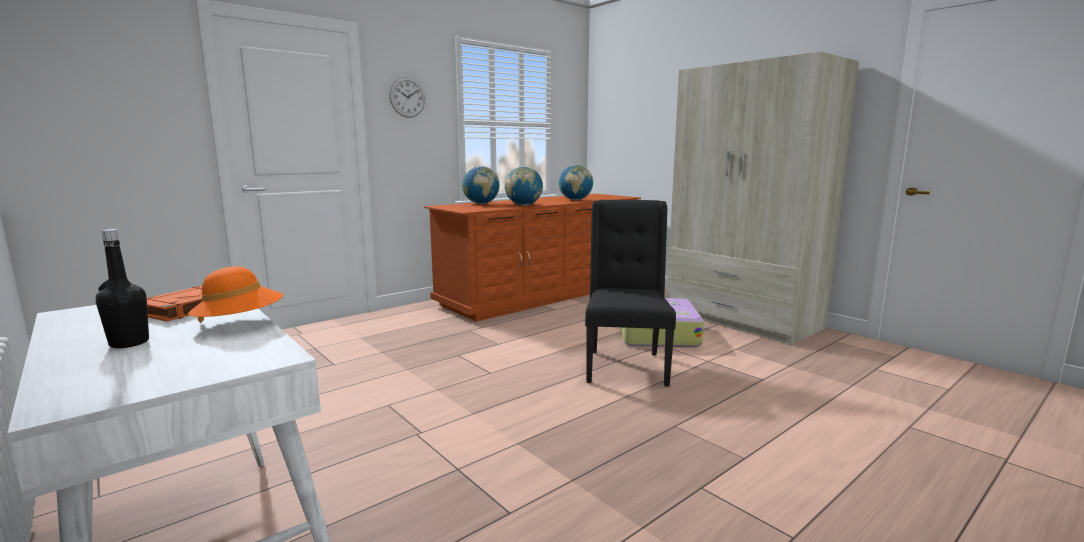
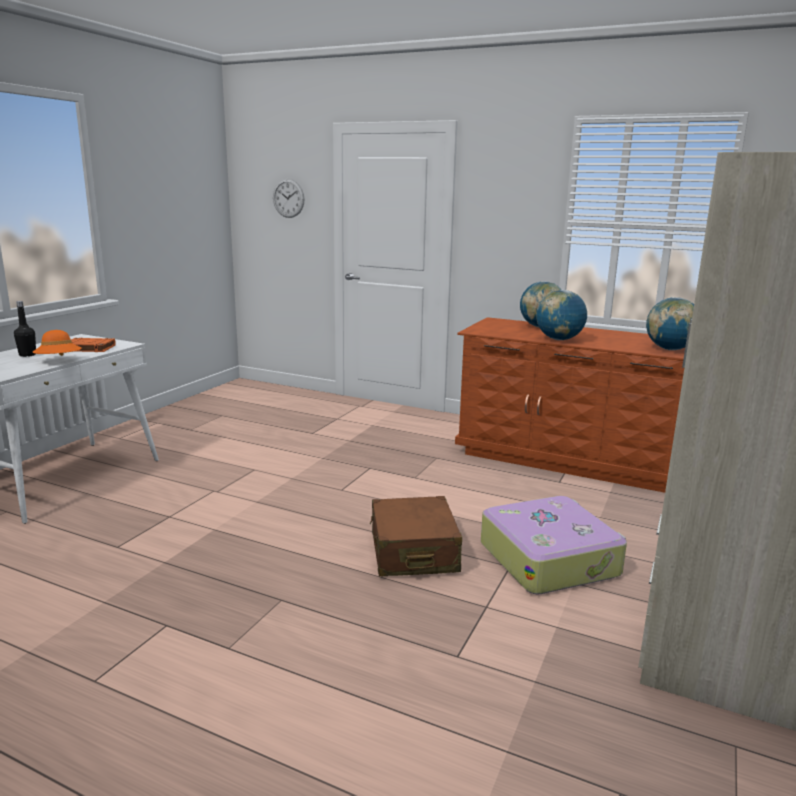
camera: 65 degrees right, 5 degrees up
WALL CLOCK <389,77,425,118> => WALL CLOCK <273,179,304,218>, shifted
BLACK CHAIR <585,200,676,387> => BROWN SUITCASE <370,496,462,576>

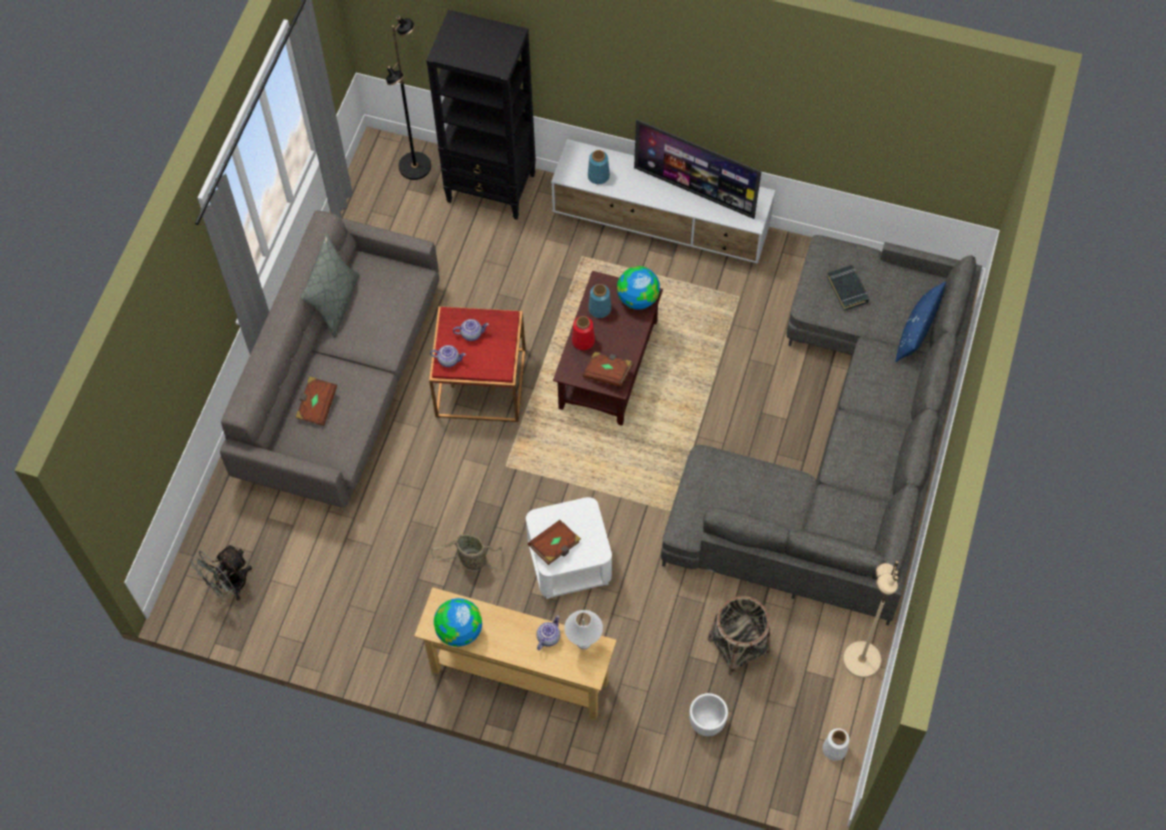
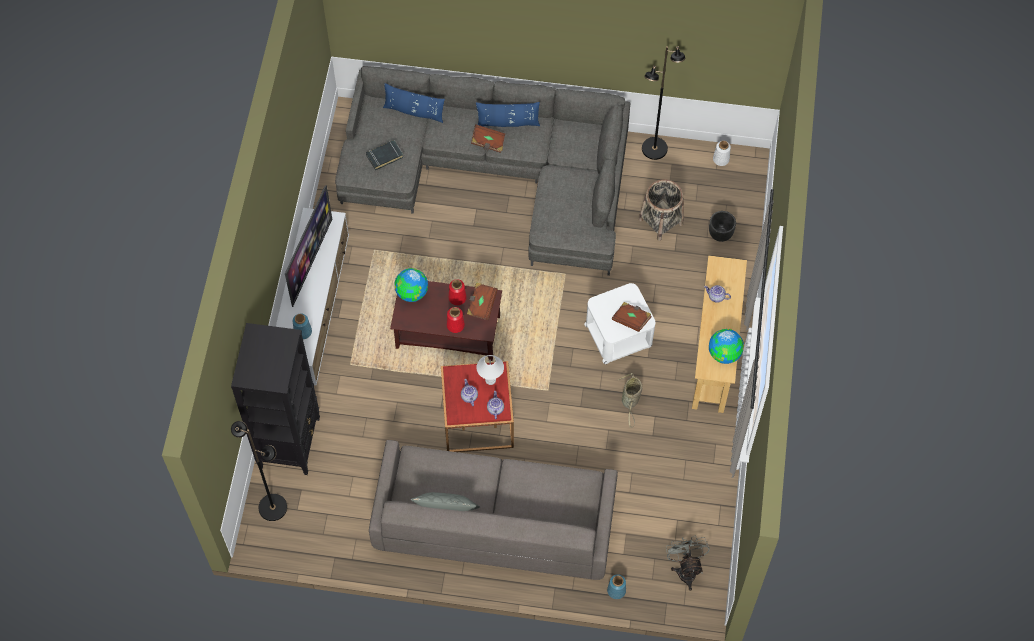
camera: 100 degrees left, 0 degrees up
GREY FAN <190,545,252,601> => GREY FAN <666,536,710,591>, 135 degrees counterclockwise
BROWN BOOK <295,376,337,426> => BROWN BOOK <471,124,505,153>, shifted
WHITE TABLE LAMP <564,610,603,649> => WHITE TABLE LAMP <476,355,504,385>, shifted
BLUE VASE <589,284,611,318> => BLUE VASE <607,574,626,599>, shifted
WHITE PLANTER <689,693,728,736> => BLACK PLANTER <709,211,736,242>
BEIGE FLOOR LAMP <843,561,899,678> => BLACK FLOOR LAMP <642,46,685,160>
nothing => RED VASE <449,279,467,305>
nothing => BLUE PILLOW <476,102,540,127>

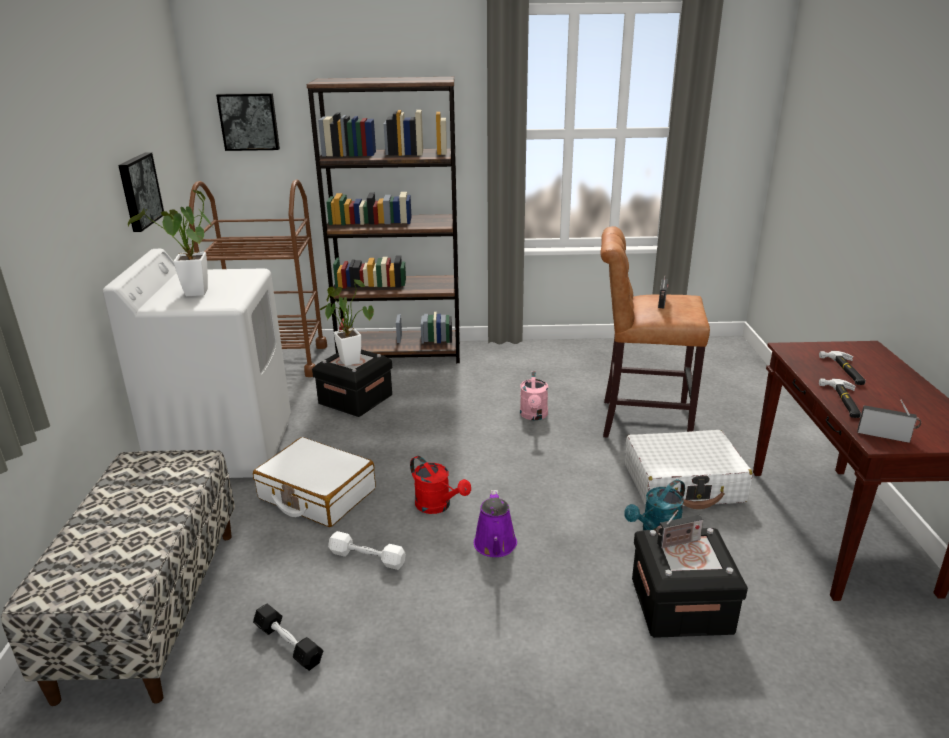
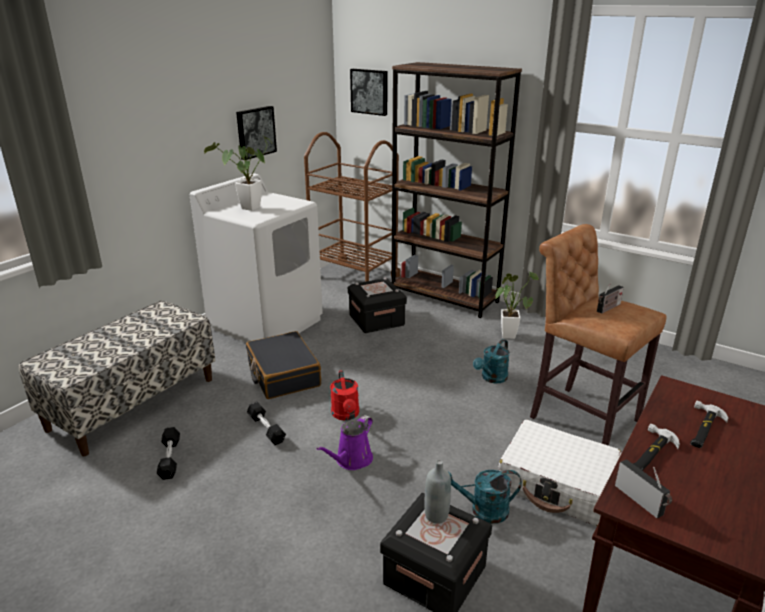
camera: 35 degrees right, 0 degrees up
WHITE SUITCASE <253,437,376,527> => BLACK SUITCASE <246,331,321,399>
POTTED PLANT <320,278,374,366> => POTTED PLANT <495,271,539,339>, shifted
WHITE DUMBBELL <328,531,406,570> => BLACK DUMBBELL <247,402,286,445>
PINK WATERING CAN <520,371,548,420> => TURQUOISE WATERING CAN <473,339,510,384>
RADIO <656,510,703,548> => GREY BOTTLE <424,460,451,524>

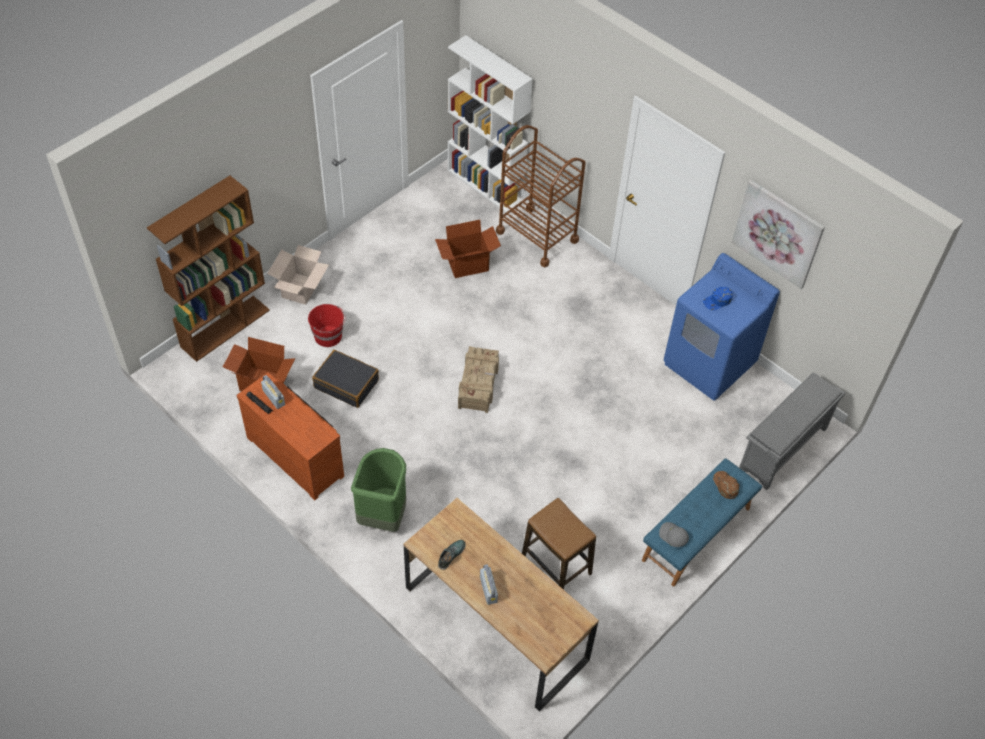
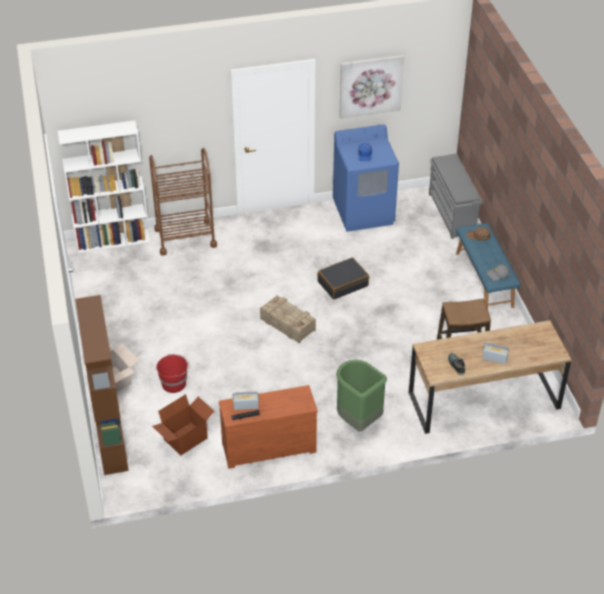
camera: 55 degrees left, 10 degrees down
BLACK SUITCASE <312,350,379,408> => BLACK SUITCASE <317,257,369,300>, shifted
CARDBOARD BOX <435,220,501,278> => nothing

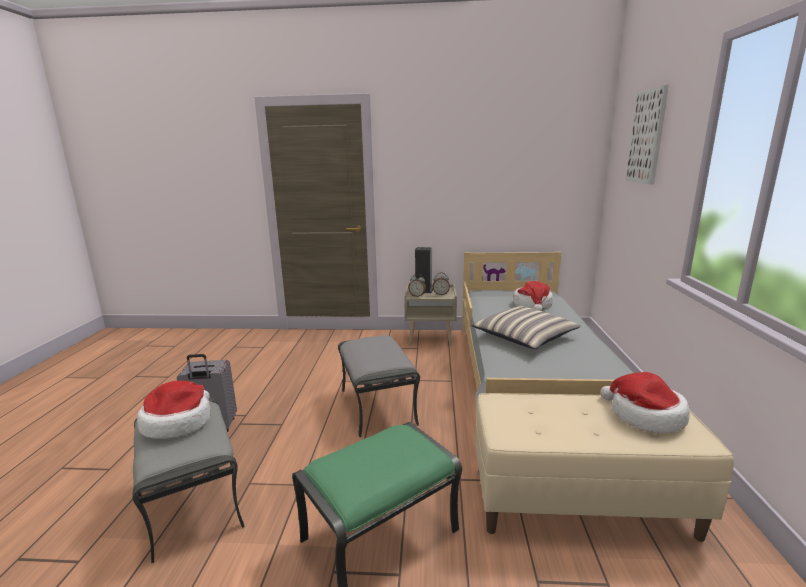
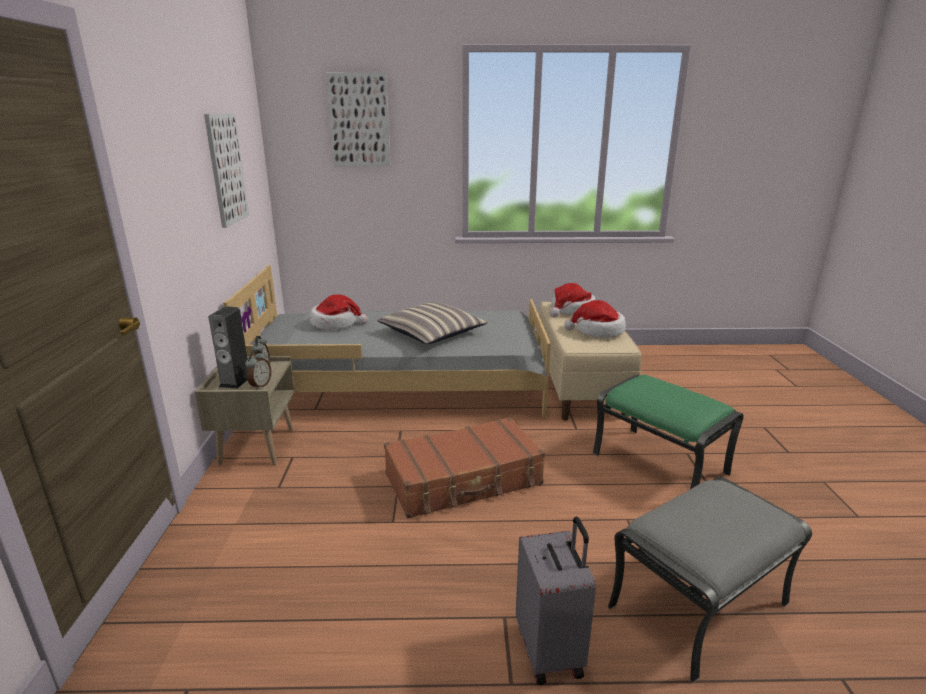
camera: 95 degrees left, 5 degrees up
HAT <137,381,211,439> => HAT <564,300,626,338>, shifted
GREY OTTOMAN <338,335,420,438> => BROWN SUITCASE <384,417,545,518>
nothing => PICTURE <204,114,249,228>

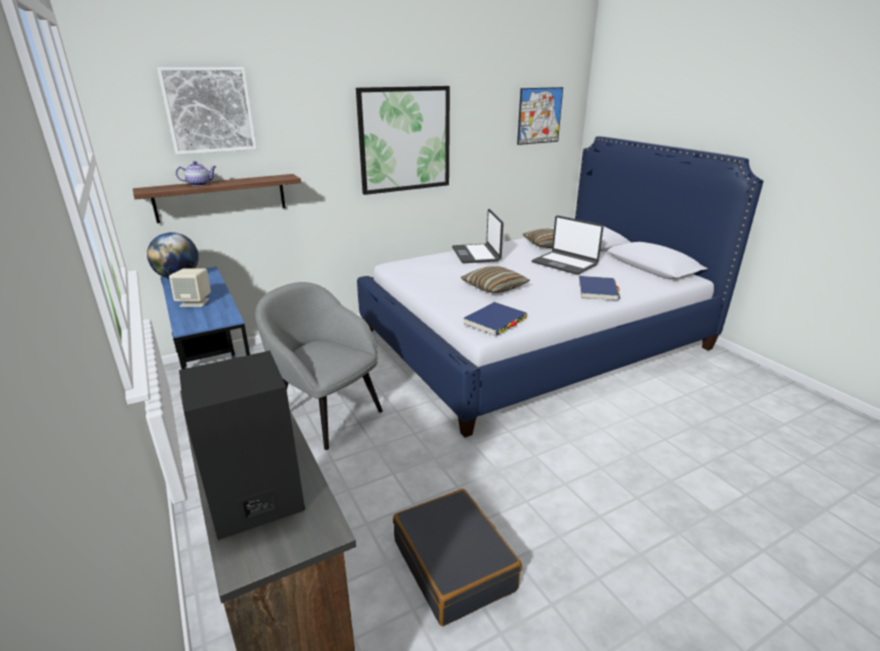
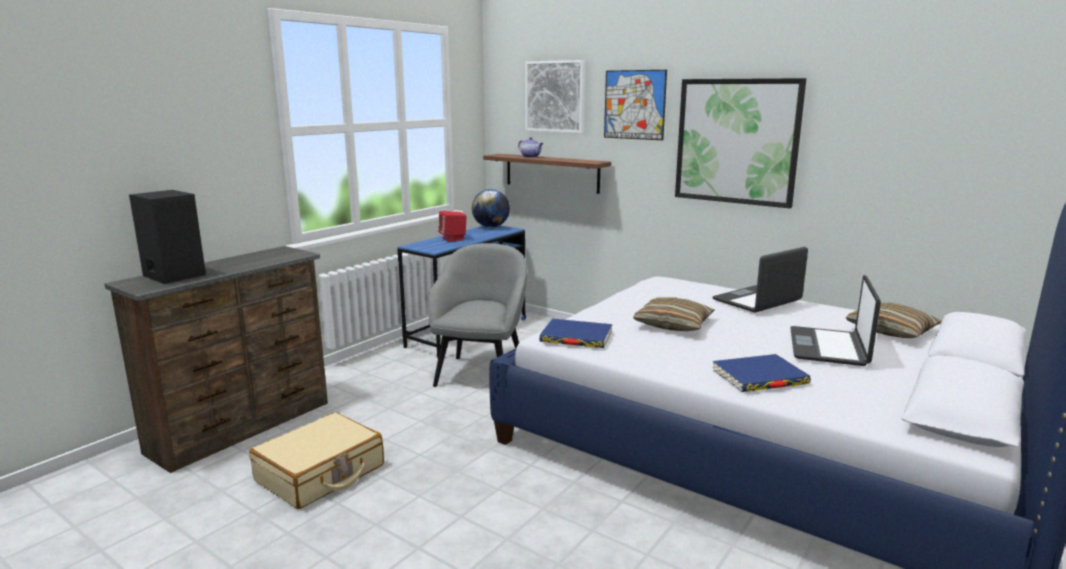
camera: 65 degrees right, 10 degrees down
BEIGE SPEAKER <169,269,211,307> => RED SPEAKER <438,211,467,242>
BLACK SUITCASE <393,489,522,626> => BEIGE SUITCASE <249,412,384,509>
PICTURE <517,87,563,145> => PICTURE <604,70,667,140>, shifted

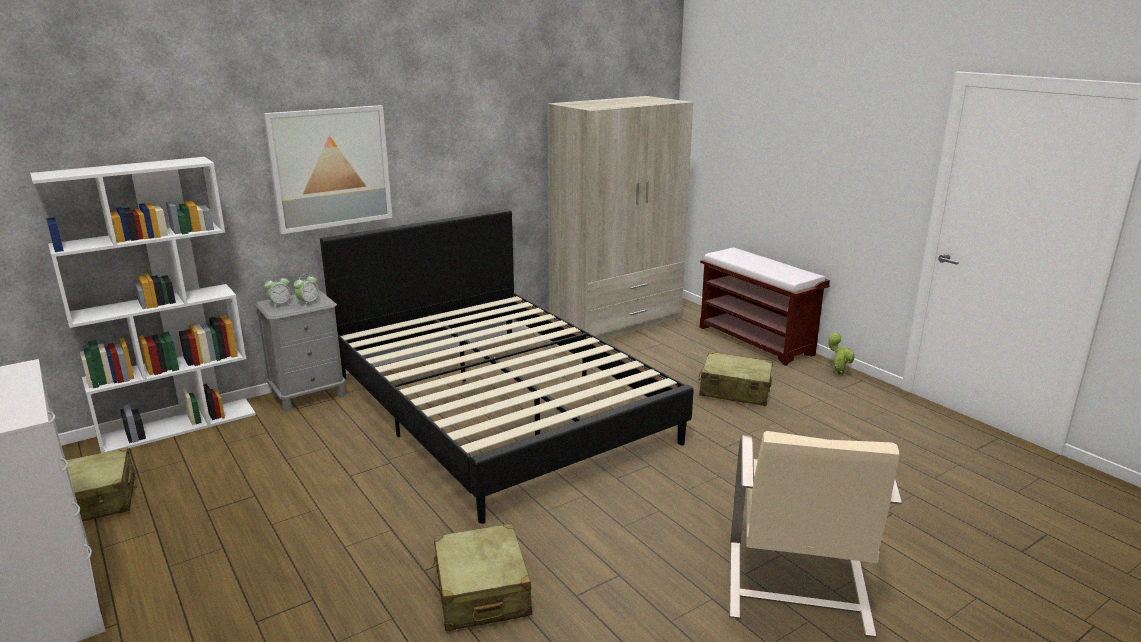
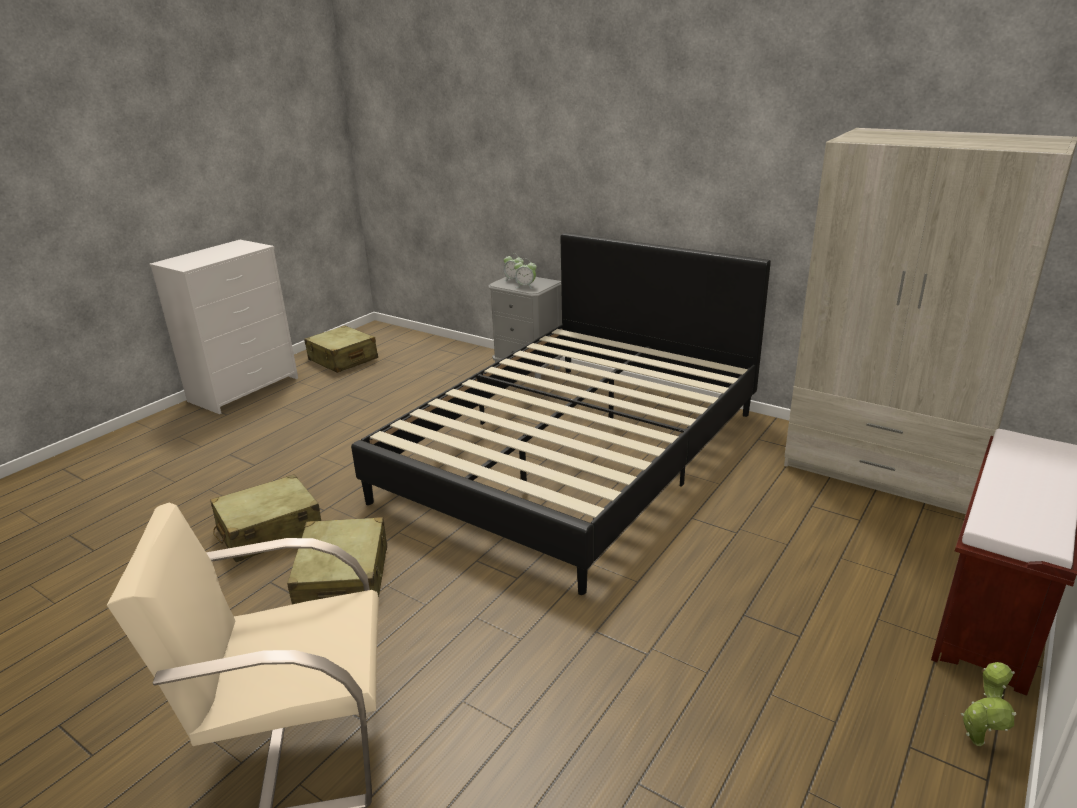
camera: 70 degrees right, 5 degrees up
WHITE BOOKCASE <30,157,256,453> => nothing
PICTURE <263,105,393,234> => nothing
BEIGE SUITCASE <699,351,773,406> => BEIGE SUITCASE <287,517,387,604>, shifted

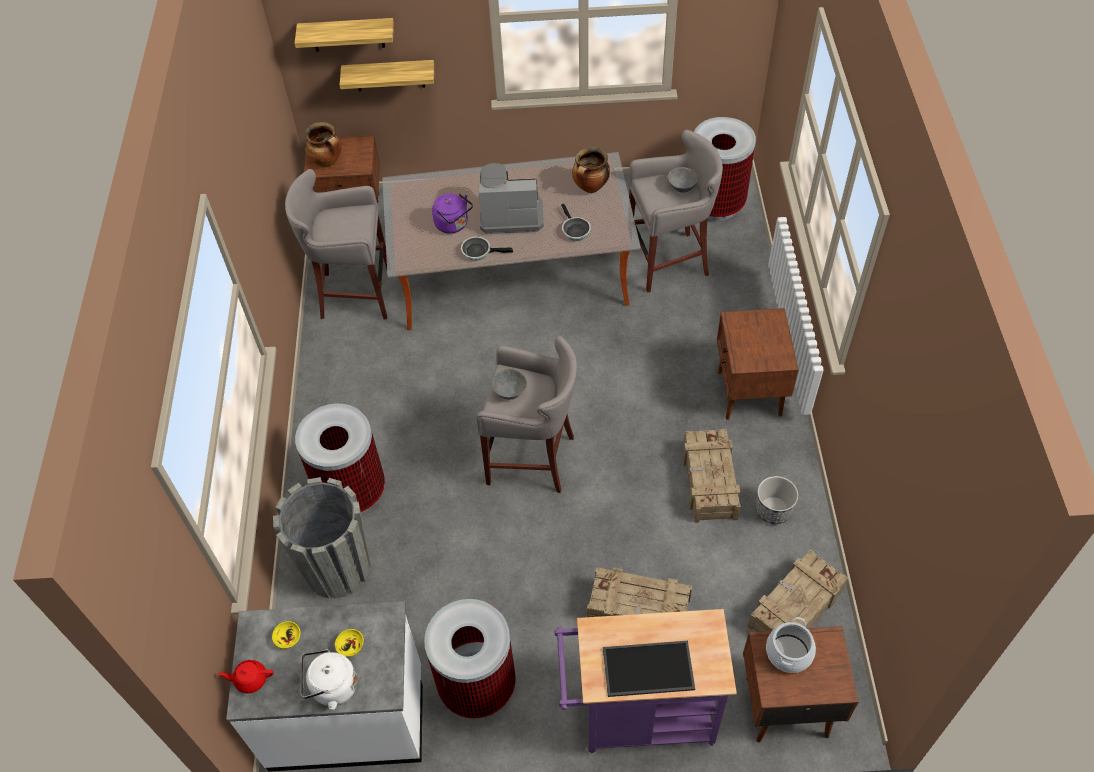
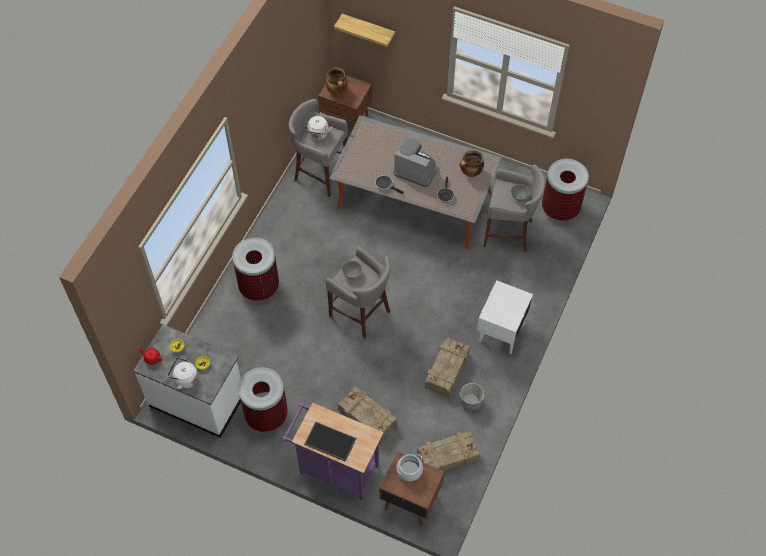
camera: 25 degrees right, 5 degrees up
GREY PLANTER <273,477,371,598> => nothing
SHELF <340,60,434,91> => nothing
PURPLE KETTLE <432,193,473,234> => nothing
BROWN NIGHTSTAND <717,308,799,420> => WHITE NIGHTSTAND <477,280,533,354>
nothing => WHITE KETTLE <306,116,333,140>

